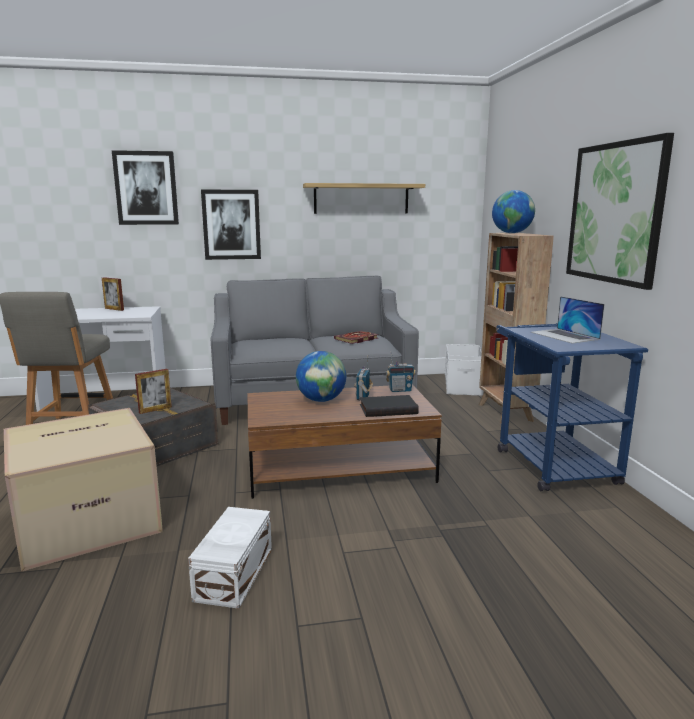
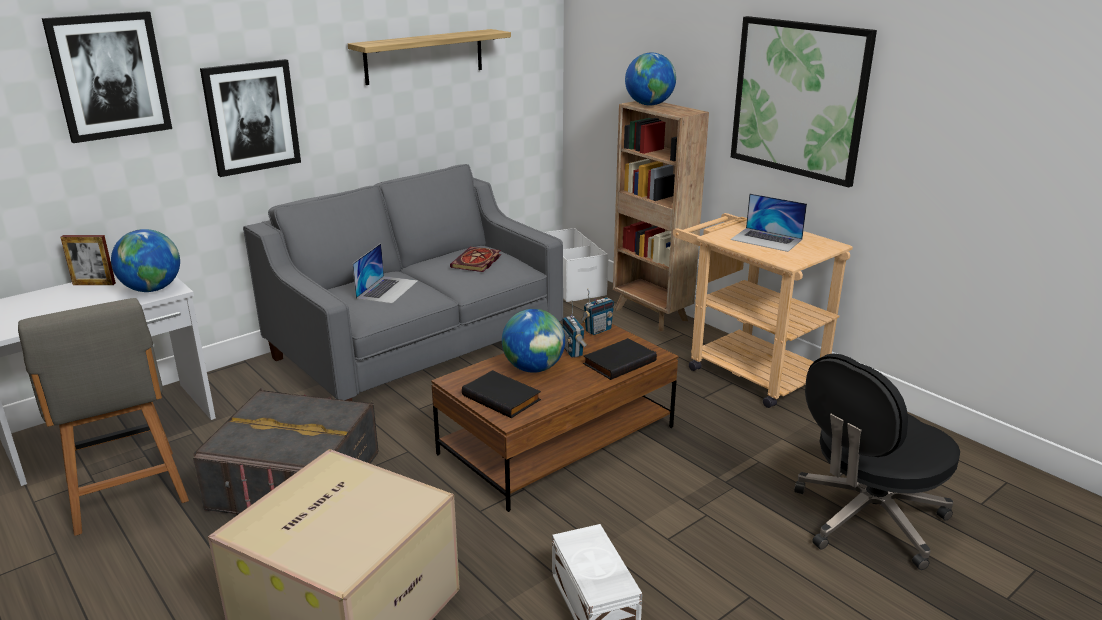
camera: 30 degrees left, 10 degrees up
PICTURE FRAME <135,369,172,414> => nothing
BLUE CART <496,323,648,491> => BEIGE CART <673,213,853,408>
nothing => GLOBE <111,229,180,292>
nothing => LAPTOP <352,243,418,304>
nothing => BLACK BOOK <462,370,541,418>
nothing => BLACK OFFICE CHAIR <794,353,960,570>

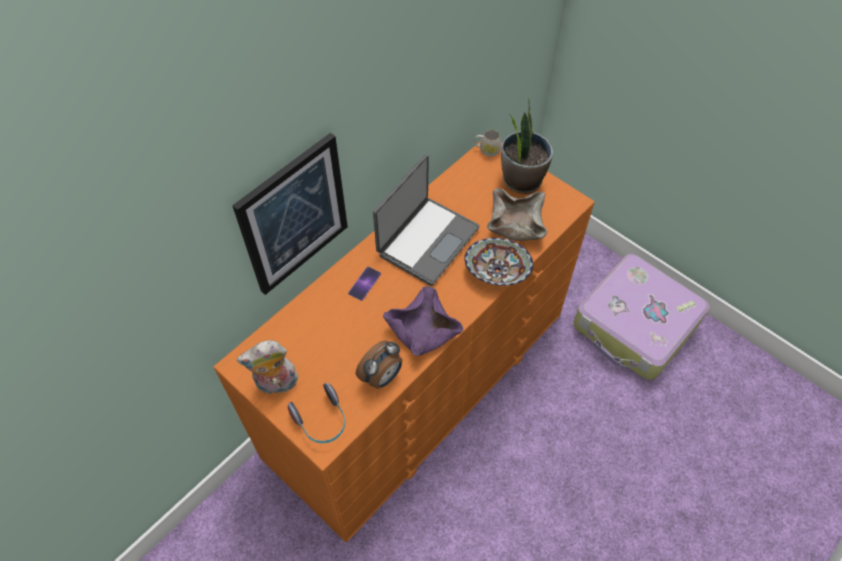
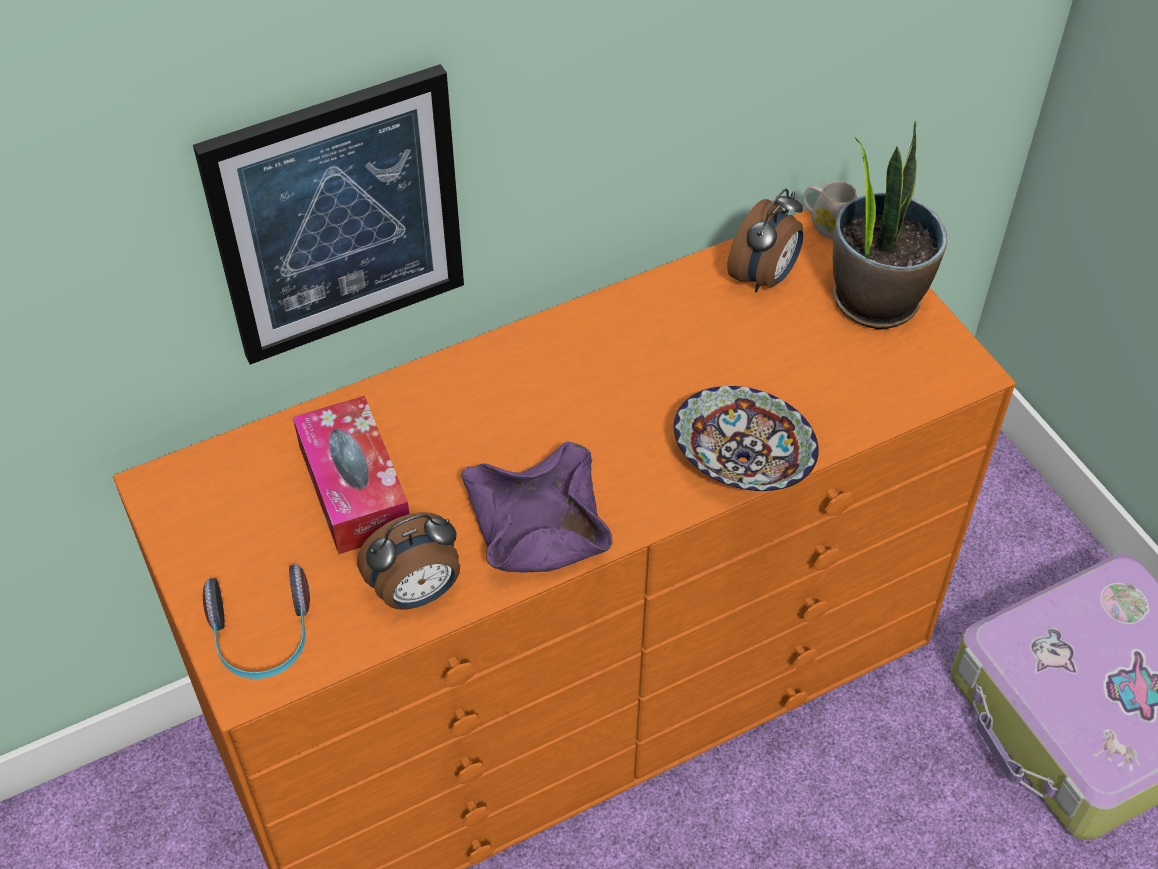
camera: 20 degrees right, 5 degrees down
PLUSH TOY <236,340,298,394> => nothing
PHONE <348,267,381,301> => nothing
LAPTOP <373,155,480,286> => nothing
BEIGE BOWL <487,188,547,241> => nothing
nothing => TISSUE BOX <293,396,410,554>
nothing => ALARM CLOCK <727,189,804,292>

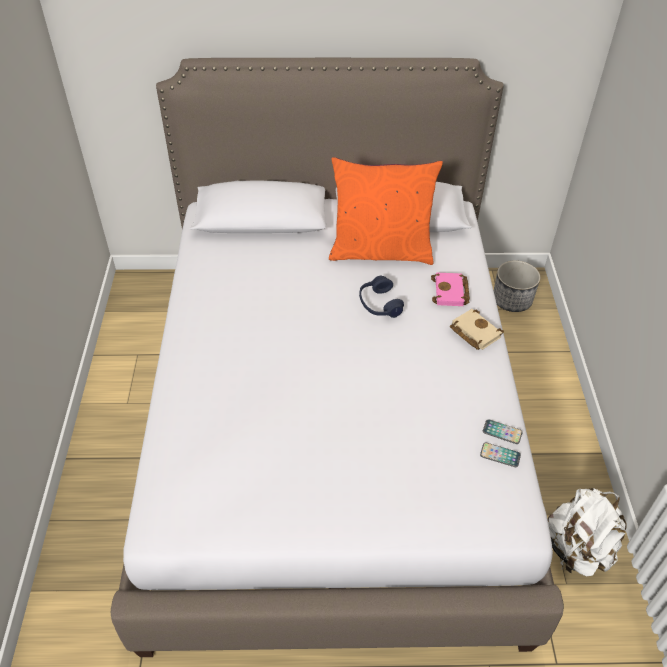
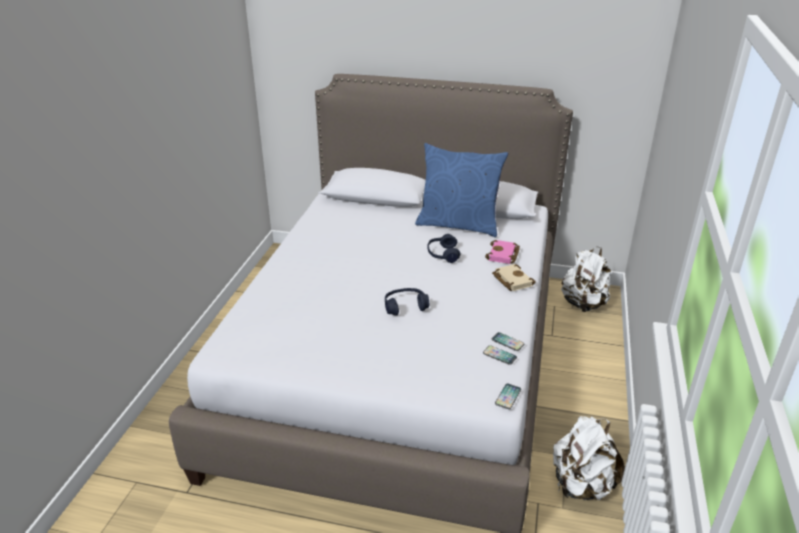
camera: 15 degrees right, 15 degrees down
ORANGE PILLOW <329,157,443,265> => BLUE PILLOW <415,143,508,237>
PLANTER <494,260,540,312> => WHITE BACKPACK <561,247,611,312>
nothing => BLUE HEADPHONES <385,288,429,315>
nothing => PHONE <495,383,521,409>

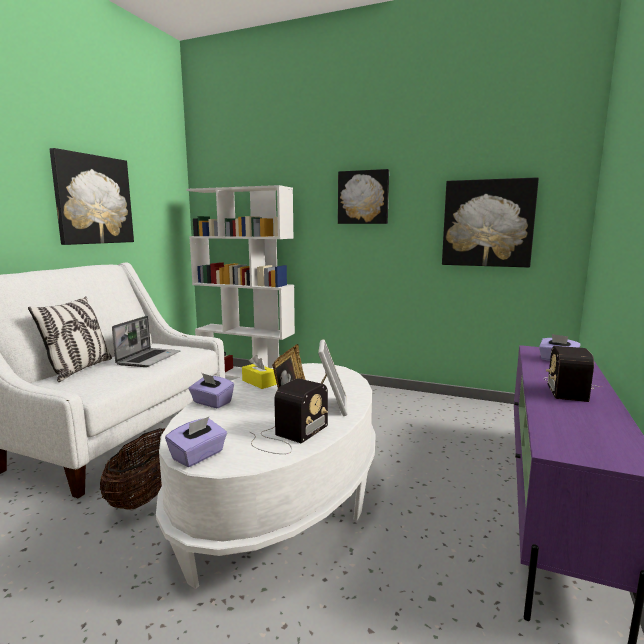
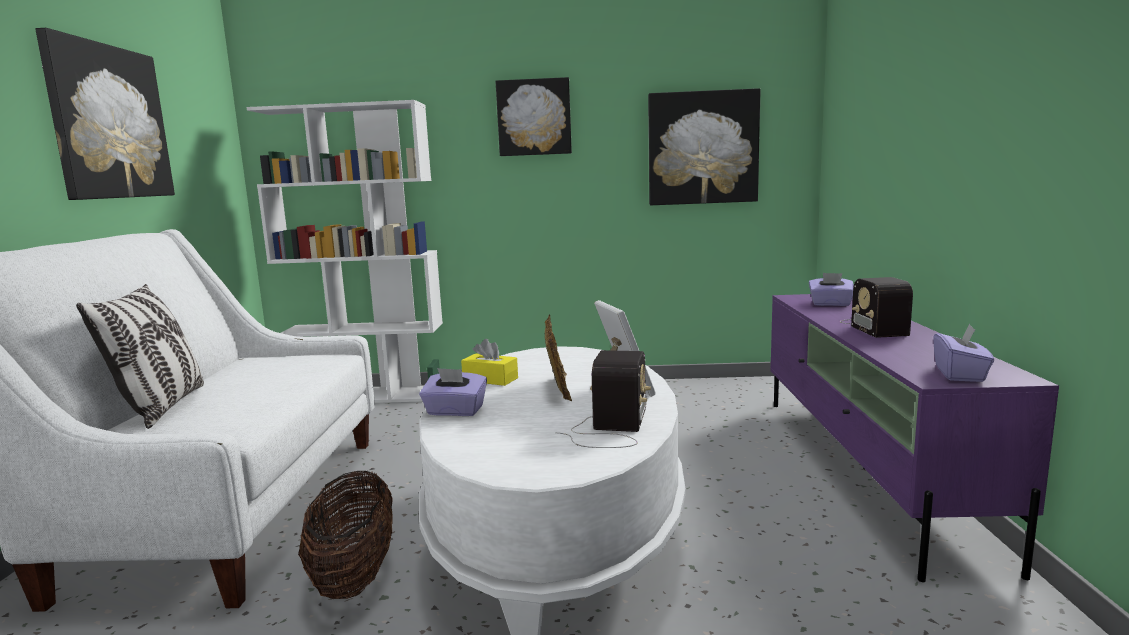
camera: 20 degrees left, 0 degrees up
LAPTOP <112,316,180,367> => nothing
PURPLE TISSUE BOX <165,417,227,467> => PURPLE TISSUE BOX <933,324,994,382>, shifted

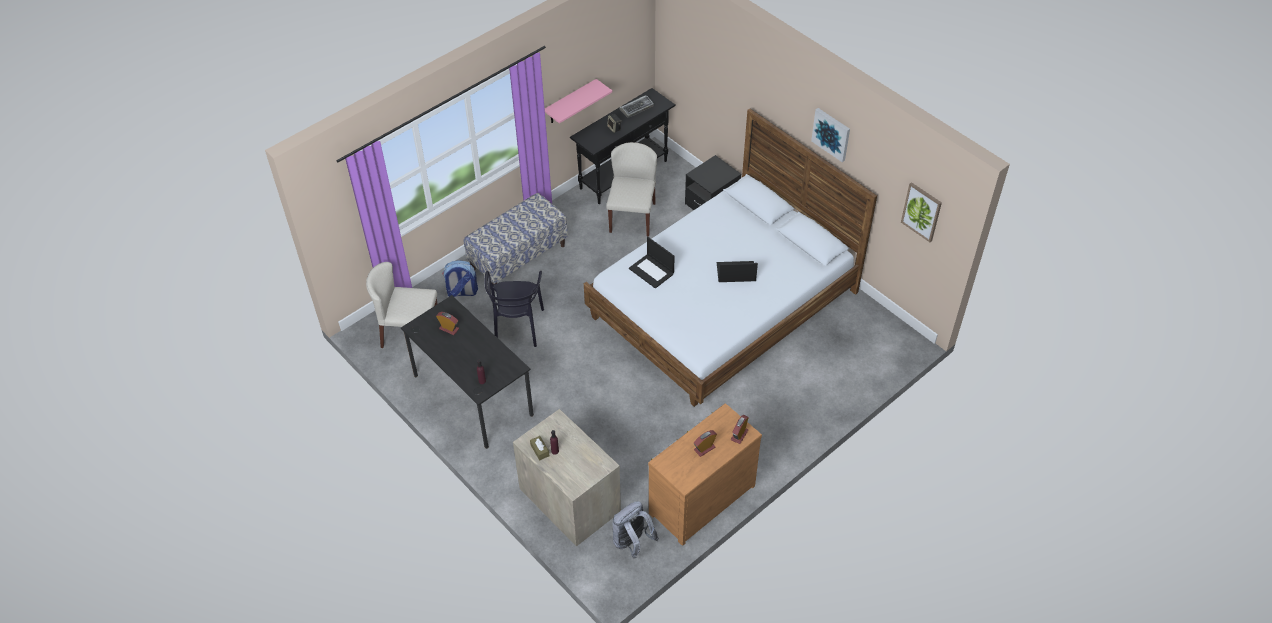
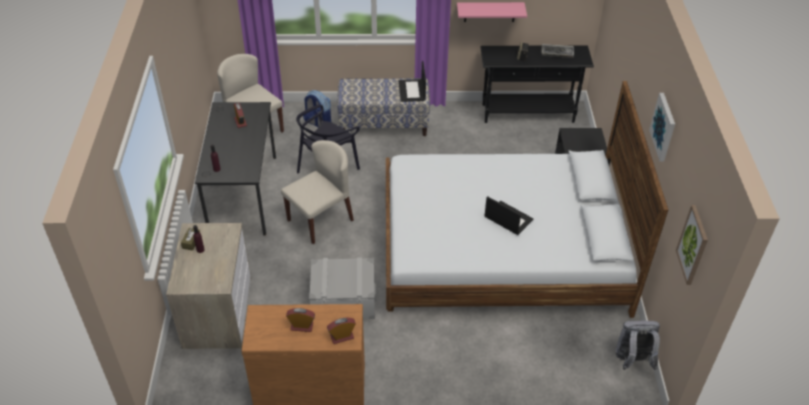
camera: 40 degrees right, 5 degrees down
BEIGE CHAIR <606,142,657,236> => BEIGE CHAIR <281,140,354,244>, shifted
GREY BACKPACK <613,501,659,559> => GREY BACKPACK <616,320,660,370>, shifted
LAPTOP <629,237,675,289> => LAPTOP <399,61,426,102>, shifted
nothing => GREY STORAGE BOX <309,257,376,319>

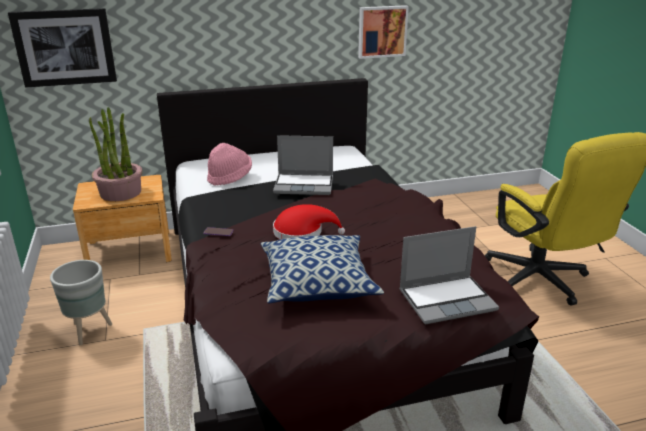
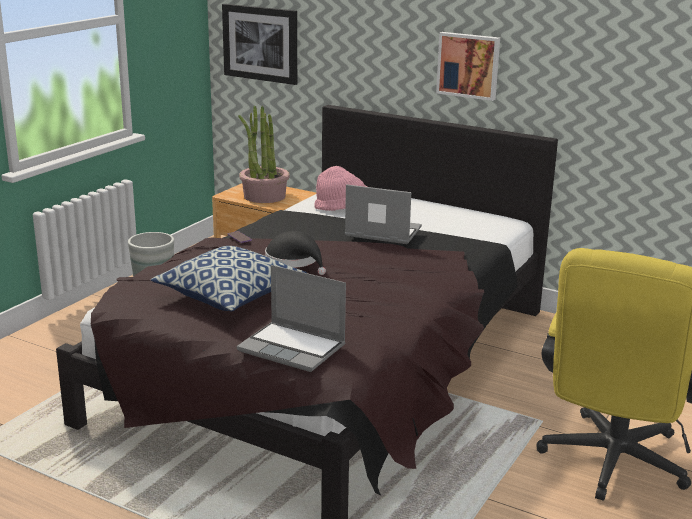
camera: 45 degrees right, 5 degrees down
LAPTOP <273,135,333,195> => LAPTOP <345,184,422,244>, 150 degrees clockwise
RED HAT <273,204,345,240> => BLACK HAT <265,231,326,275>
PICTURE <358,5,409,59> => PICTURE <436,32,500,101>, shifted

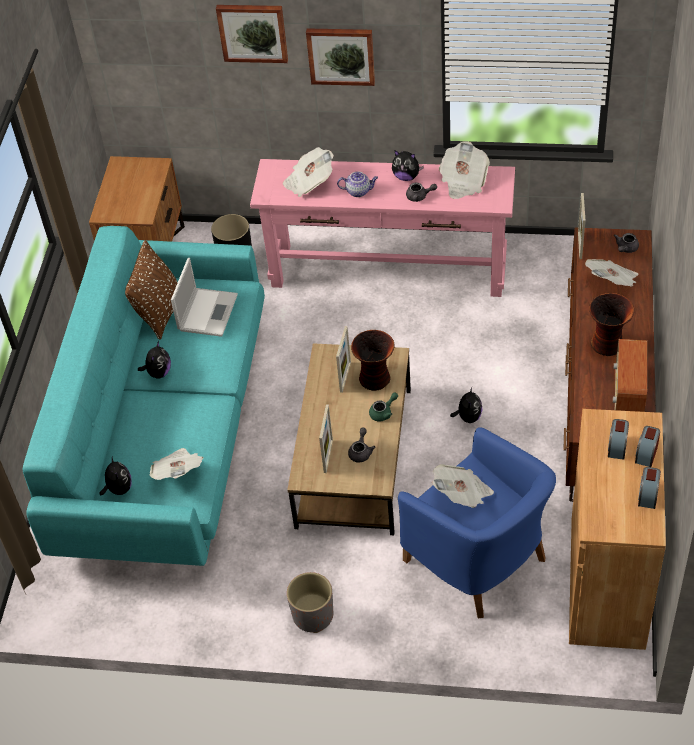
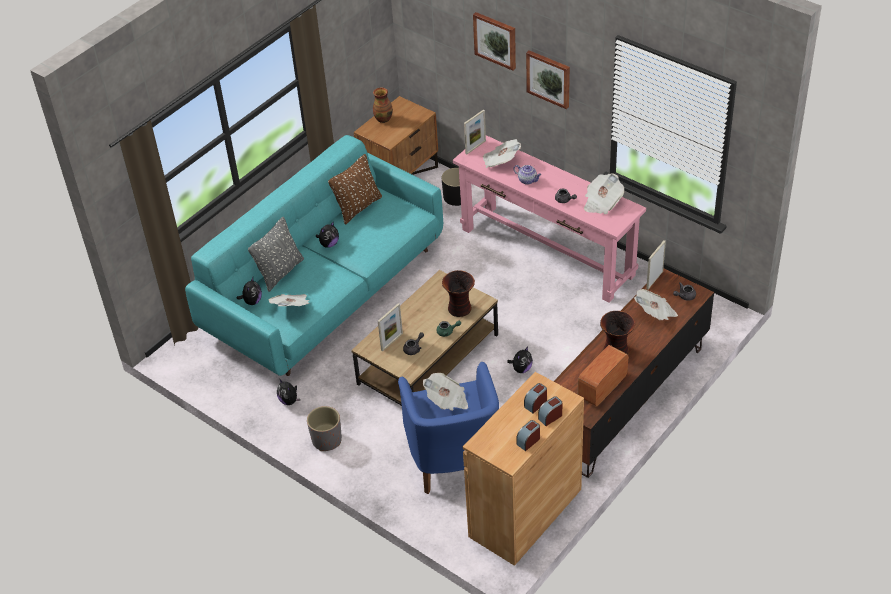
camera: 30 degrees right, 5 degrees down
LAPTOP <171,258,238,337> => nothing
PICTURE FRAME <336,326,351,393> => PICTURE FRAME <464,109,486,155>, shifted
PLUSH TOY <392,150,424,181> => PLUSH TOY <277,379,300,405>, shifted
nothing => GREY PILLOW <248,216,304,292>
nothing => VASE <373,87,393,123>

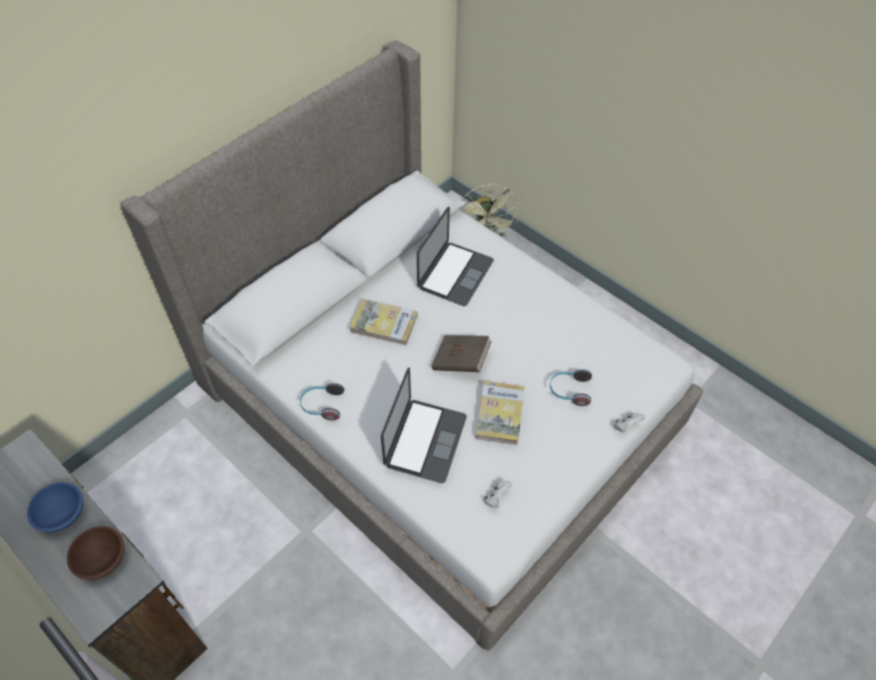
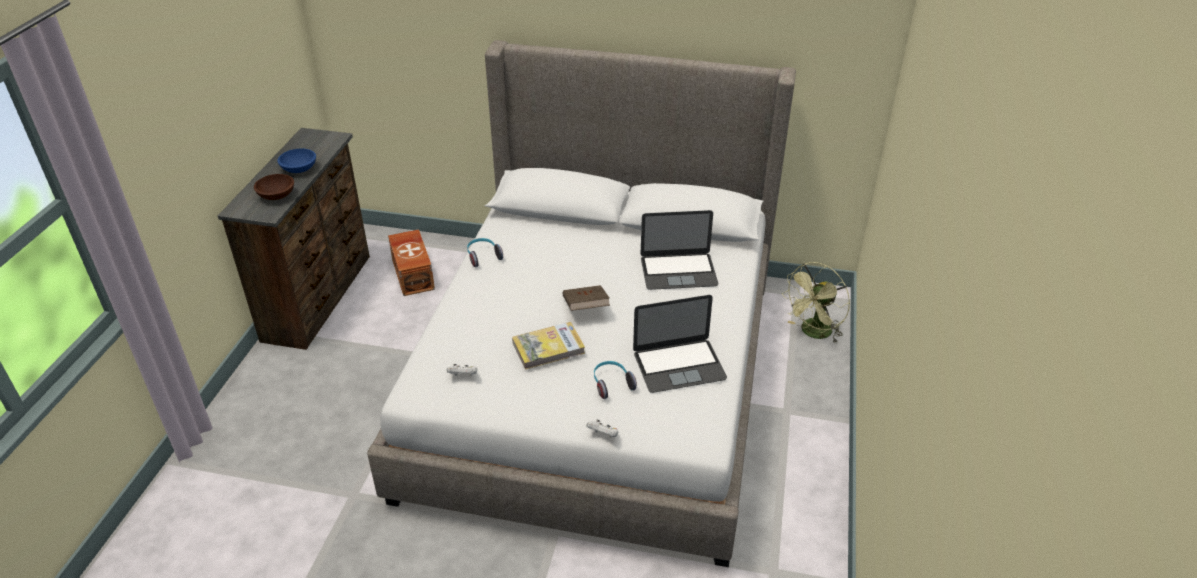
camera: 60 degrees right, 15 degrees down
BOOK <350,299,418,346> => nothing
LAPTOP <381,368,467,483> => LAPTOP <633,295,727,393>, shifted
nothing => BROWN STORAGE BOX <388,229,435,296>

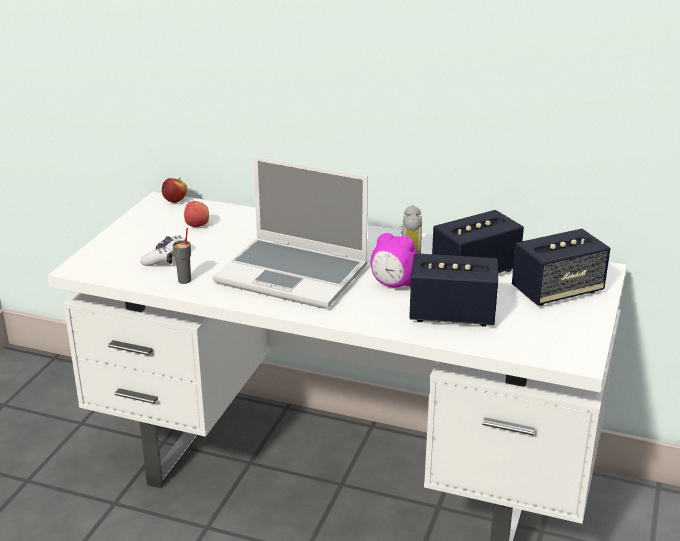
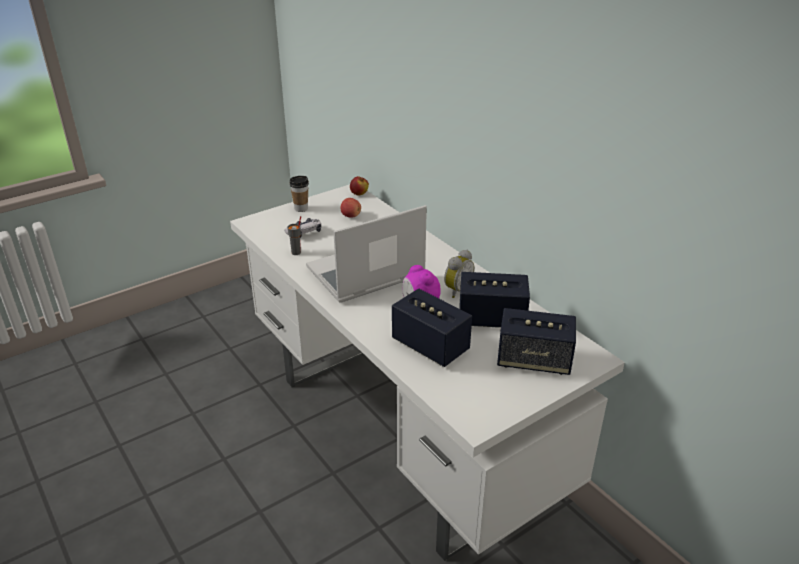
camera: 35 degrees right, 5 degrees up
LAPTOP <213,156,368,309> => LAPTOP <306,205,427,303>, 90 degrees clockwise
nothing => CUP <289,176,309,212>

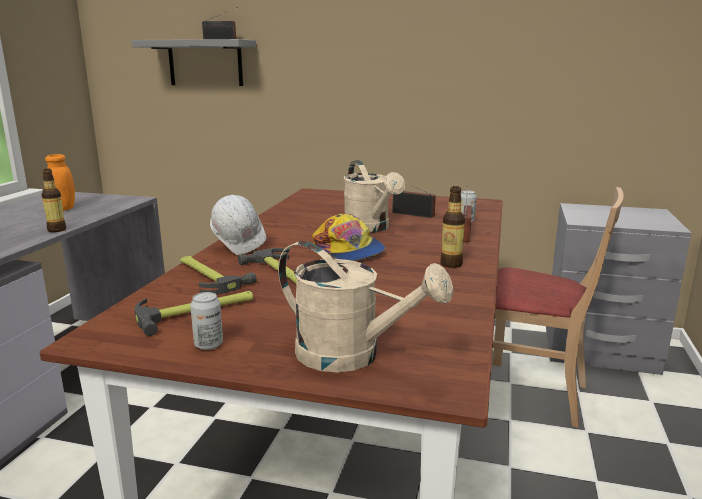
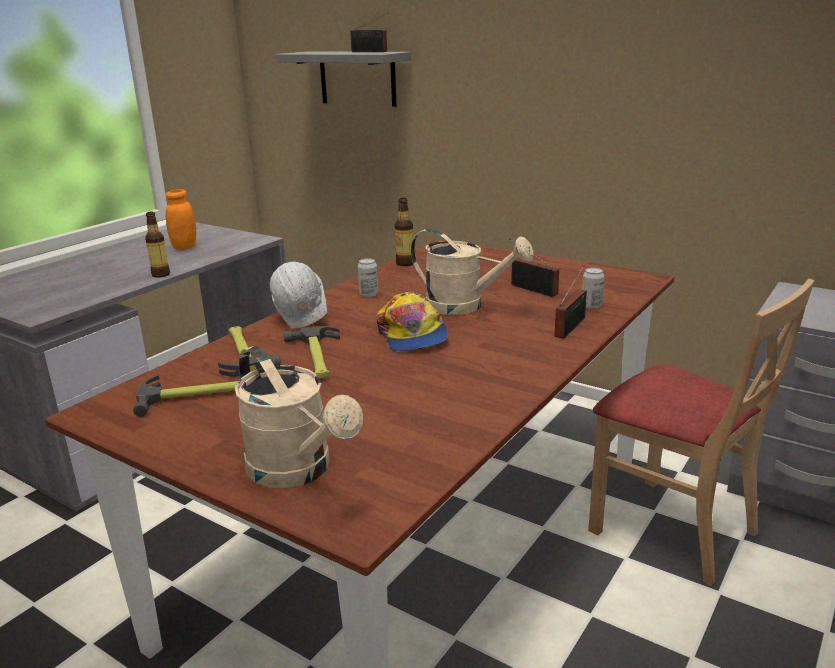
camera: 20 degrees right, 5 degrees up
CAN <190,292,223,350> => CAN <358,258,378,297>, shifted
BEIGE WATERING CAN <344,160,405,232> => BEIGE WATERING CAN <411,229,534,315>, 60 degrees counterclockwise
BOTTLE <440,186,465,268> => BOTTLE <395,198,413,266>, shifted

